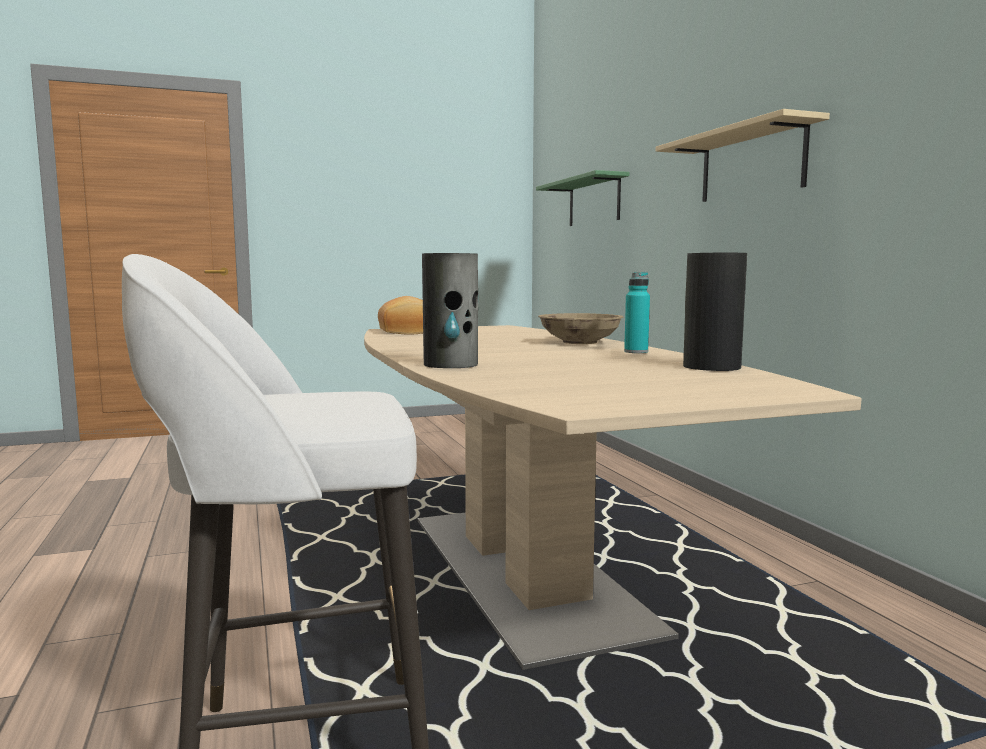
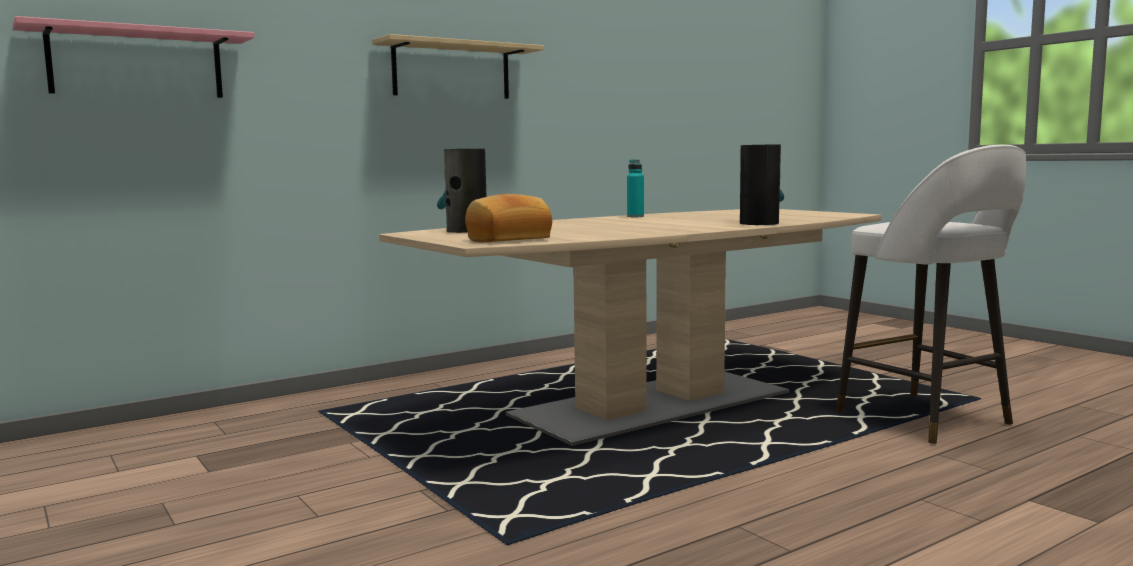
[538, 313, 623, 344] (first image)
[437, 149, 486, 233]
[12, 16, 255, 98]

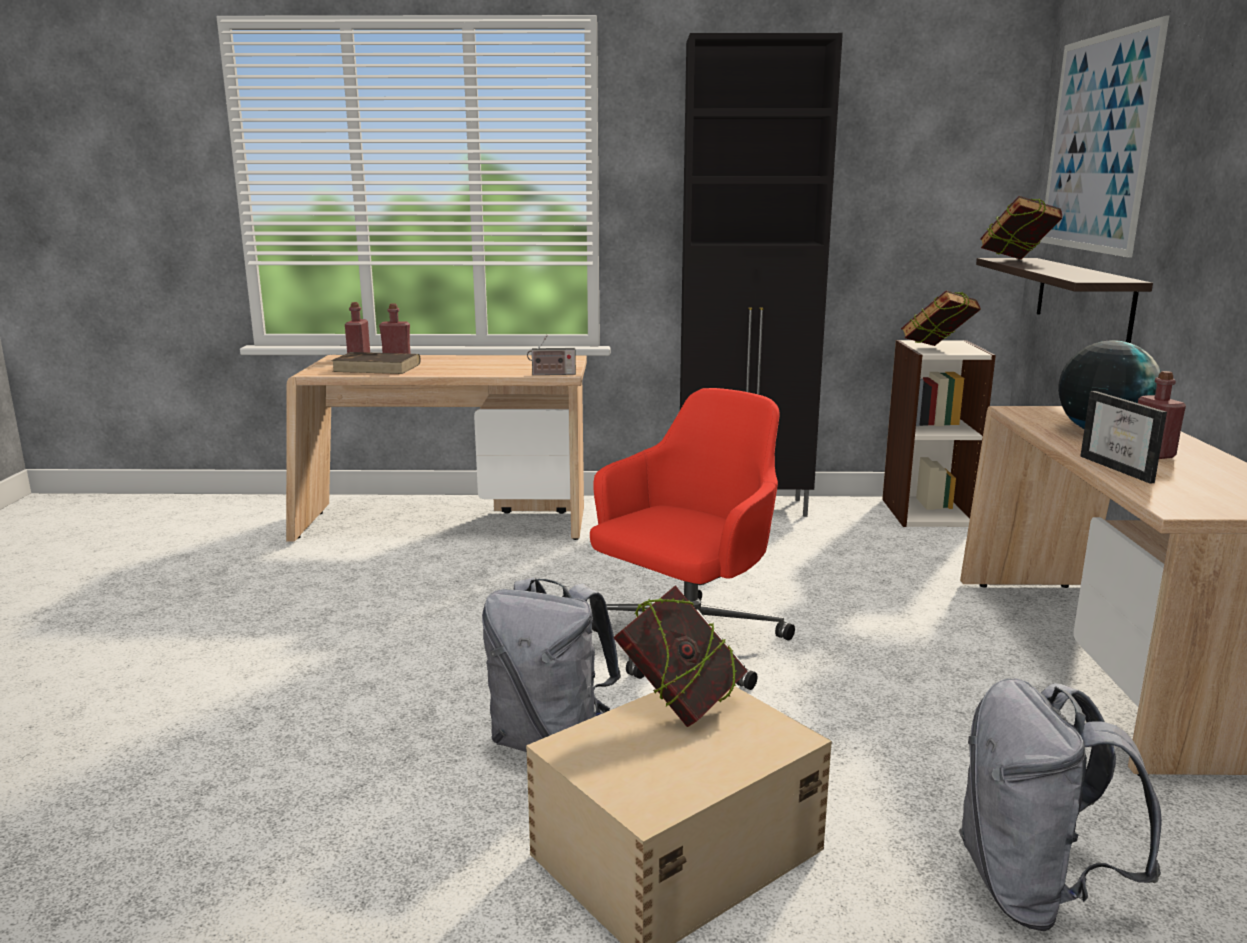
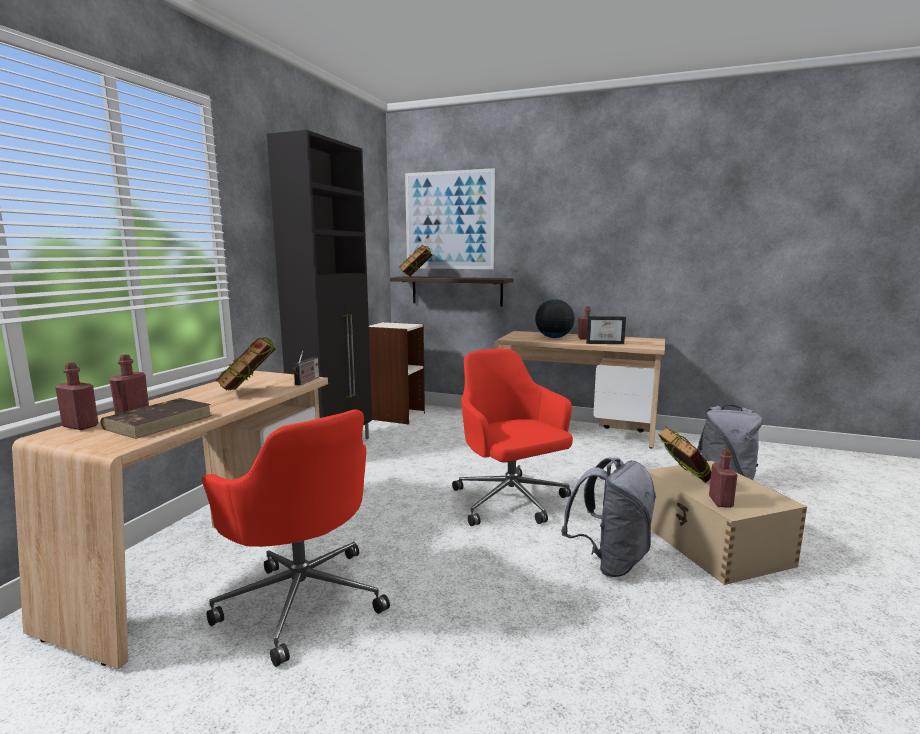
[201, 409, 390, 667]
[709, 449, 738, 508]
[216, 337, 276, 391]

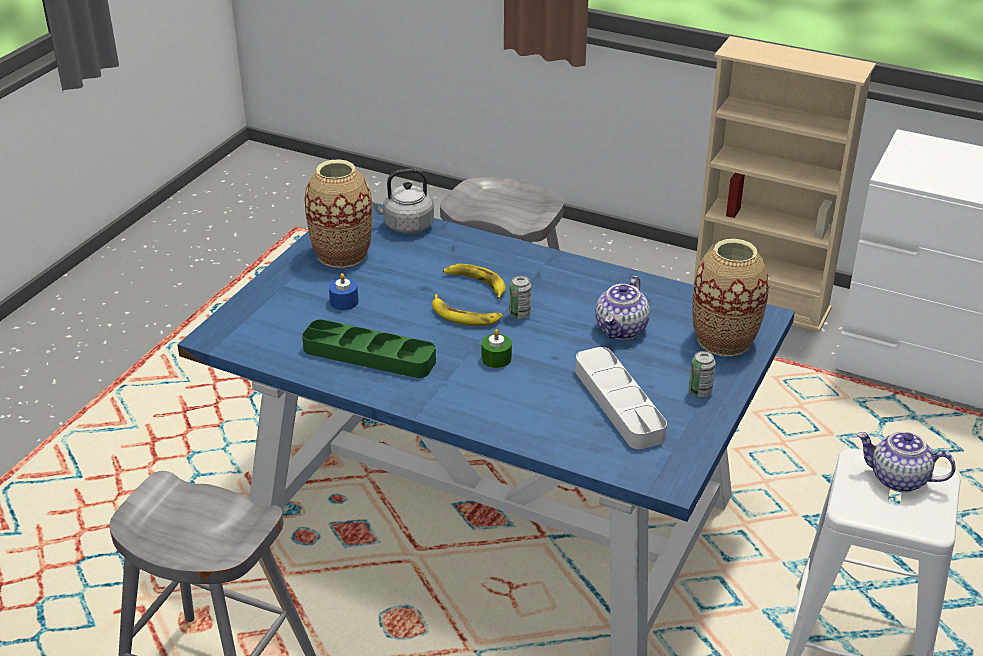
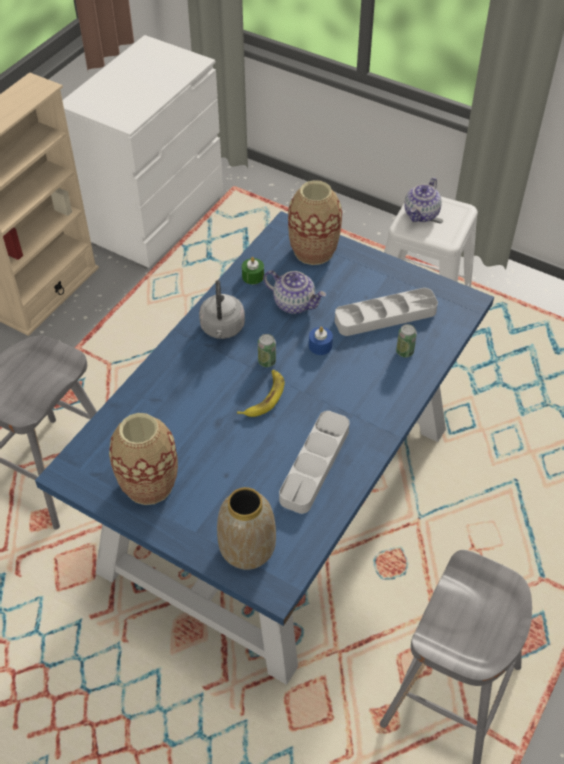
[443, 264, 506, 299] (first image)
[217, 487, 276, 570]
[309, 327, 333, 355]
[199, 280, 245, 339]
[242, 257, 264, 284]
[396, 324, 417, 358]
[279, 411, 350, 514]

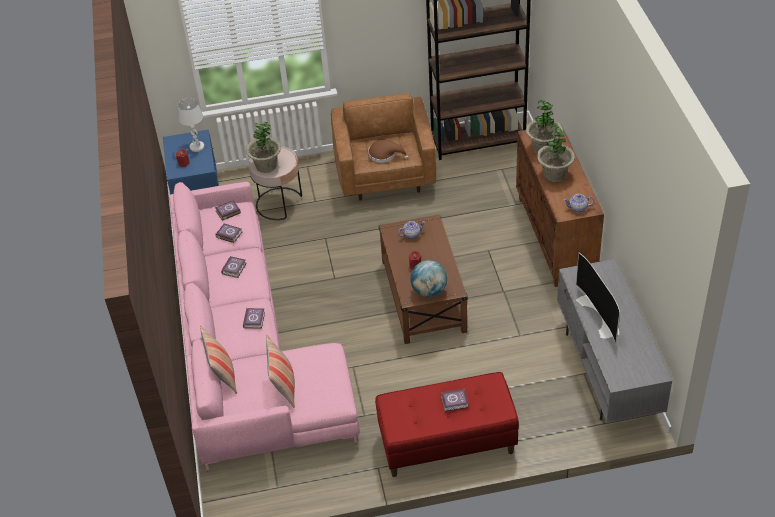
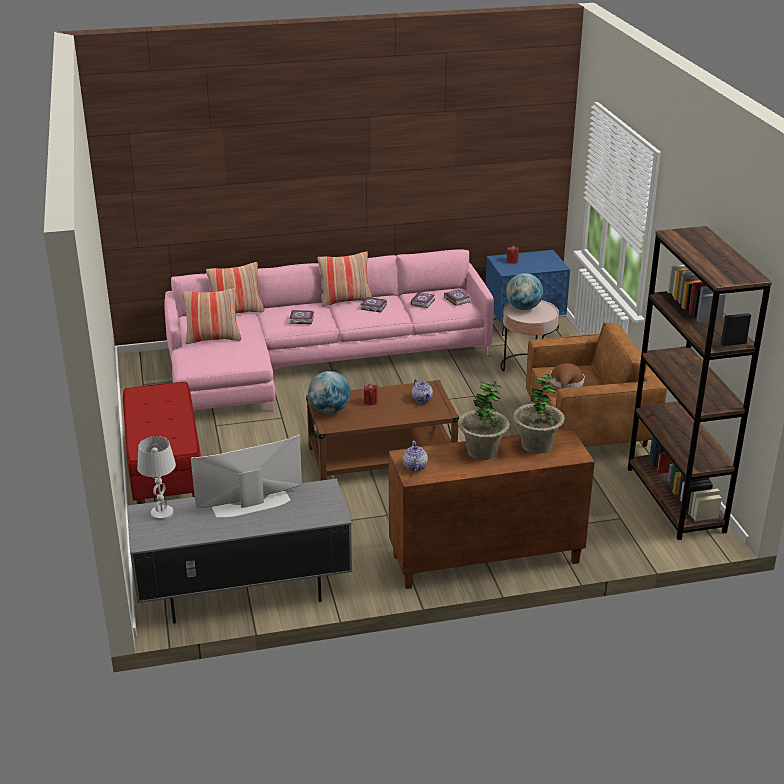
[441, 389, 469, 412] (first image)
[318, 251, 372, 307]
[137, 436, 176, 521]
[506, 273, 543, 310]

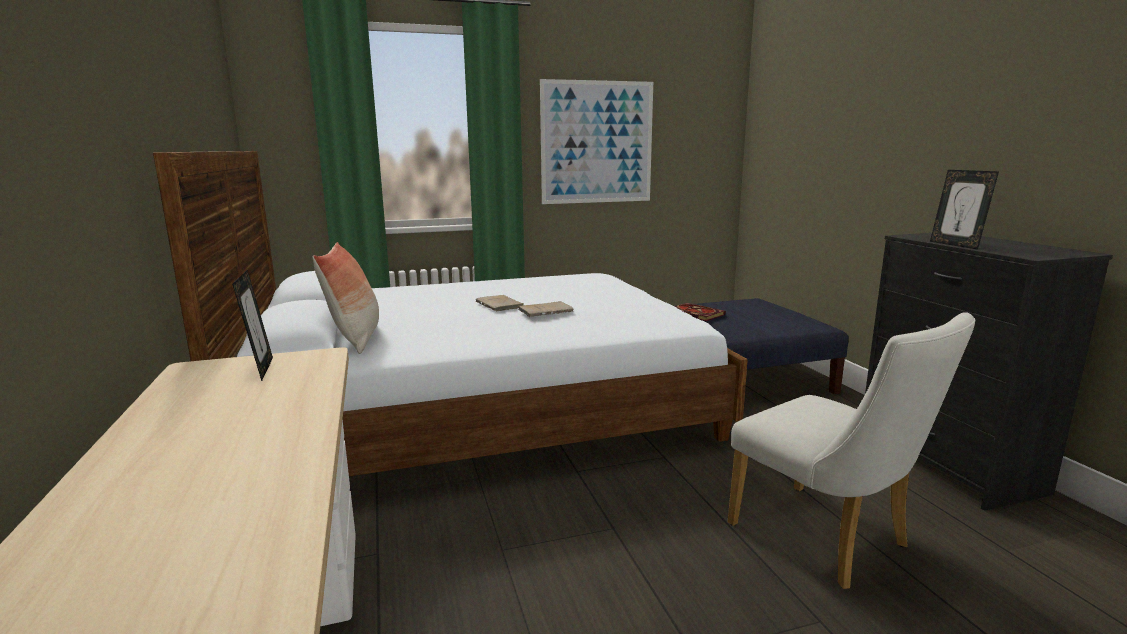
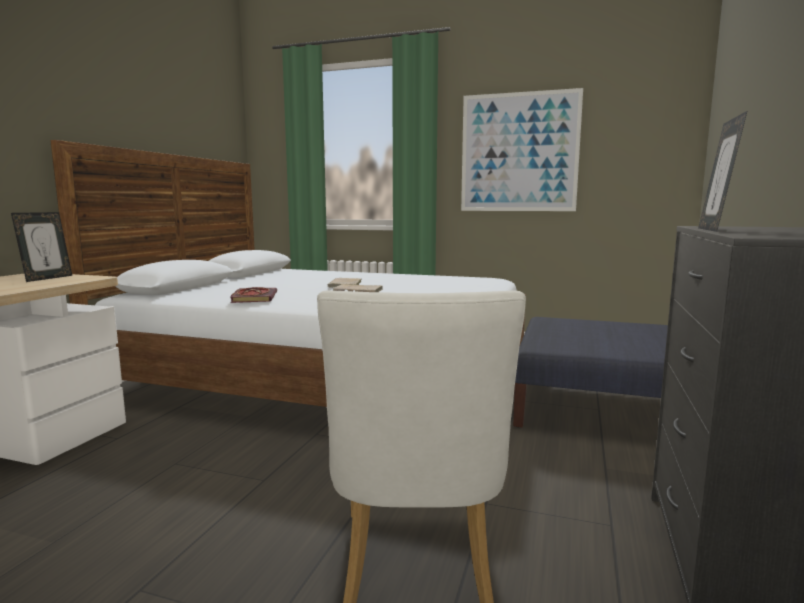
[312, 242, 379, 354] (first image)
[230, 287, 277, 303]

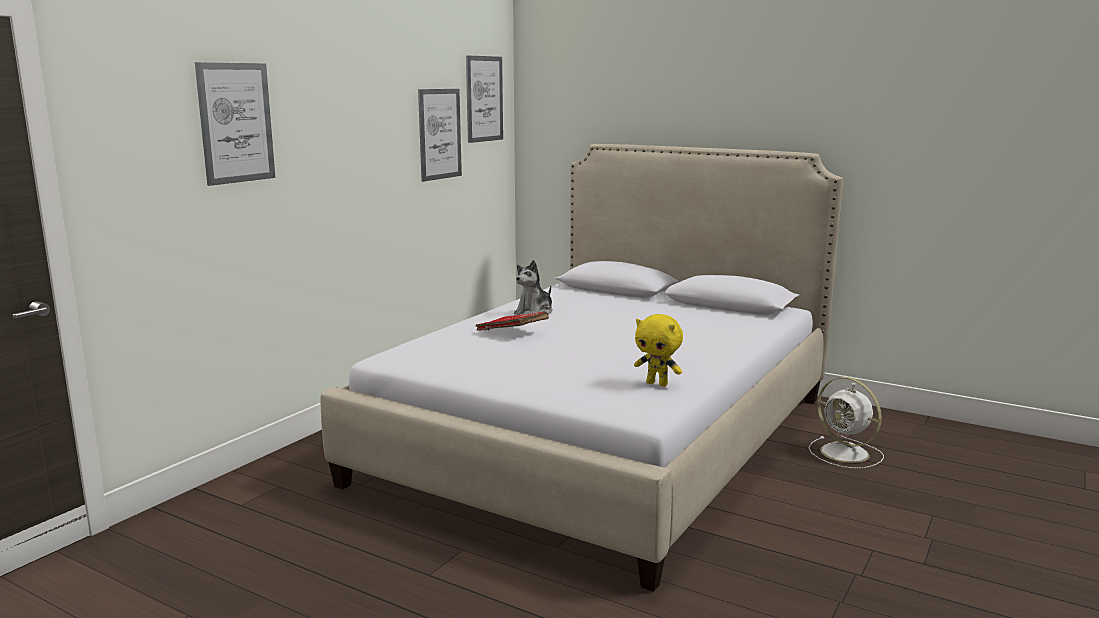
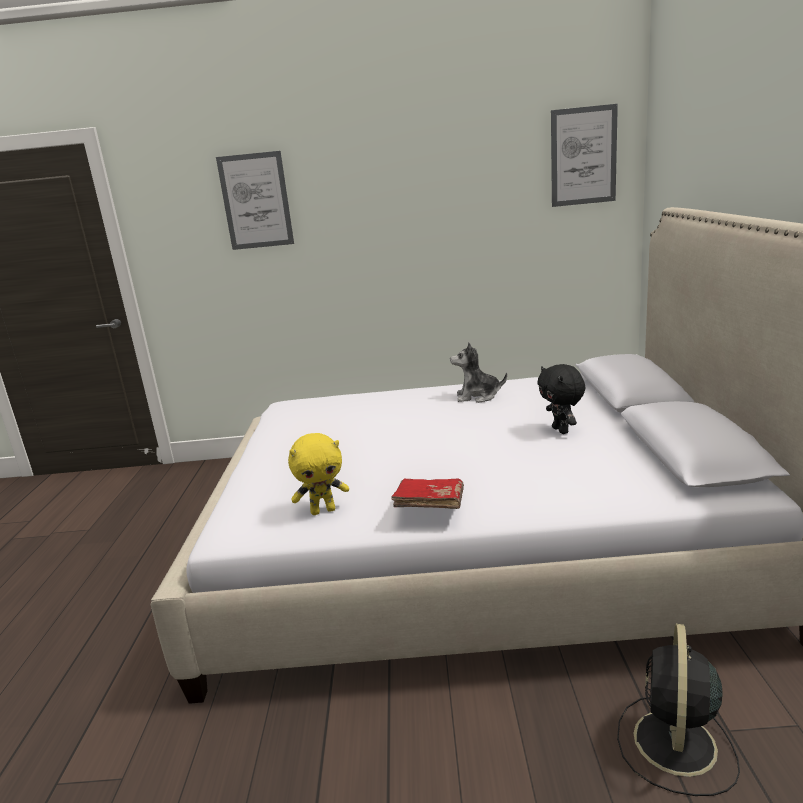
[418, 89, 462, 182] (first image)
[538, 364, 585, 434]
[392, 479, 464, 509]
[617, 624, 740, 796]
[288, 433, 349, 515]

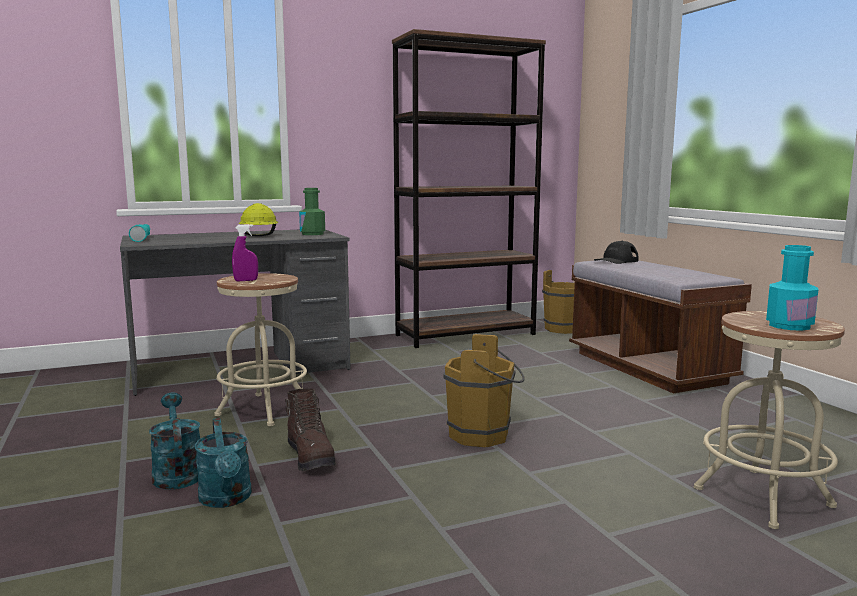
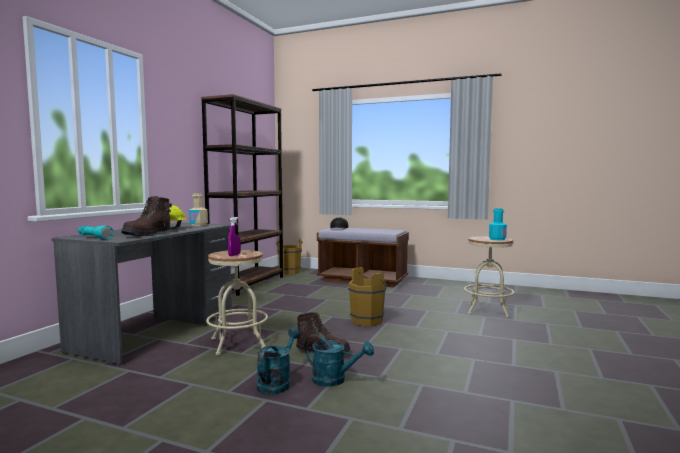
[121, 196, 172, 236]
[189, 193, 208, 226]
[256, 328, 301, 394]

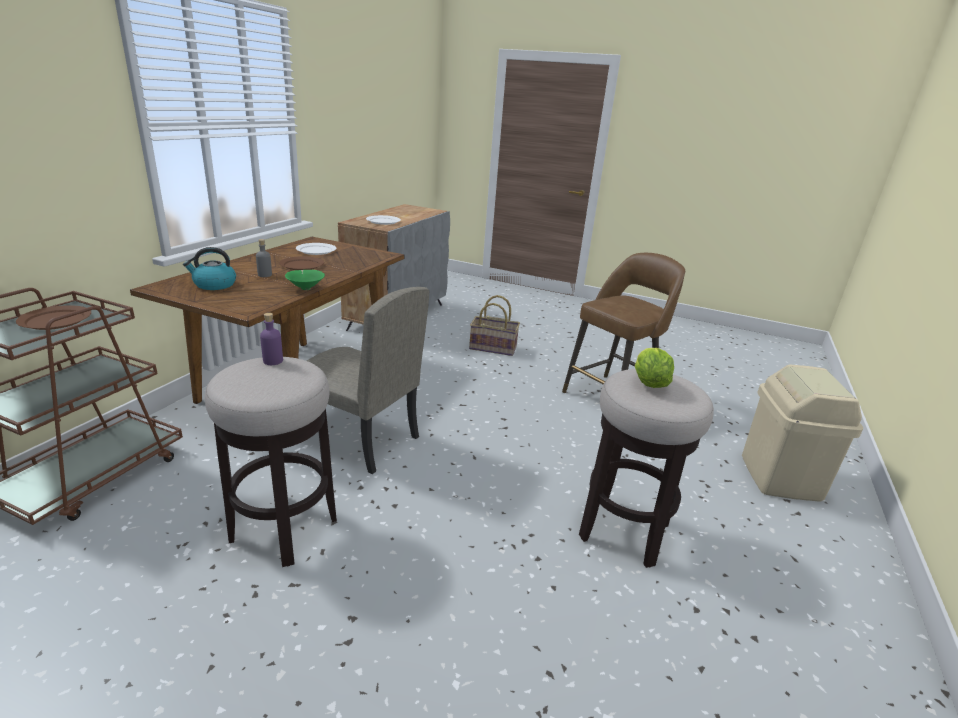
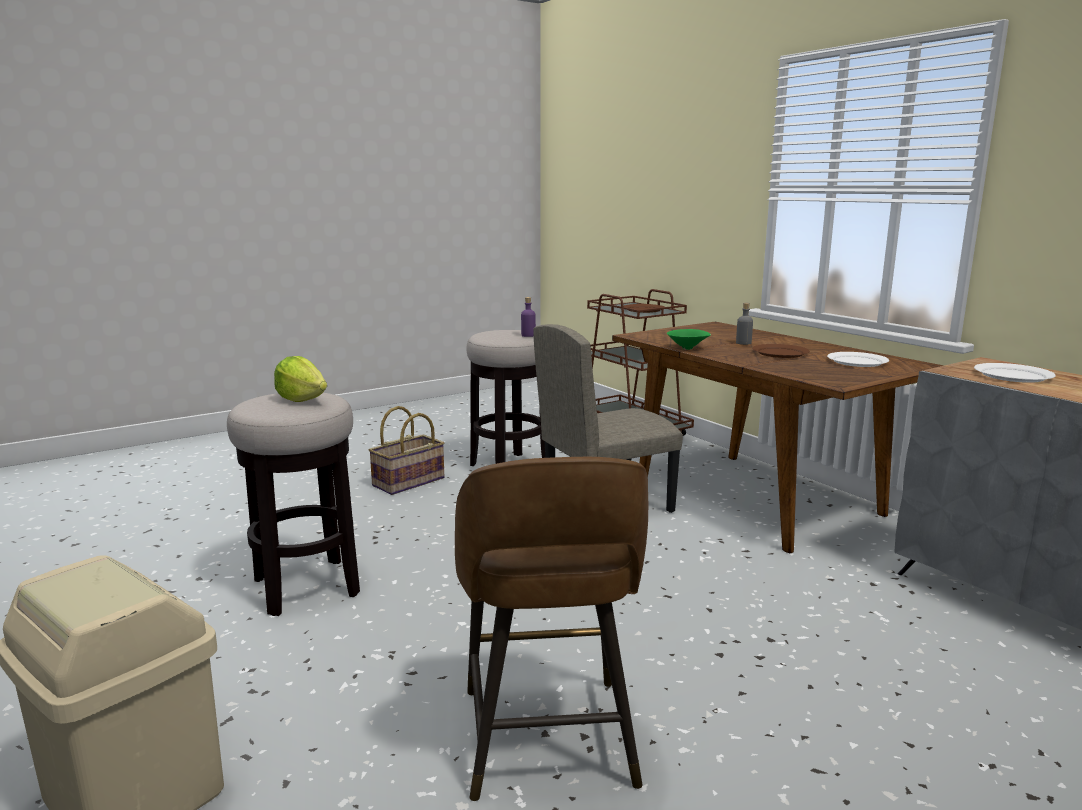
[183, 247, 236, 290] (first image)
[369, 406, 444, 495]

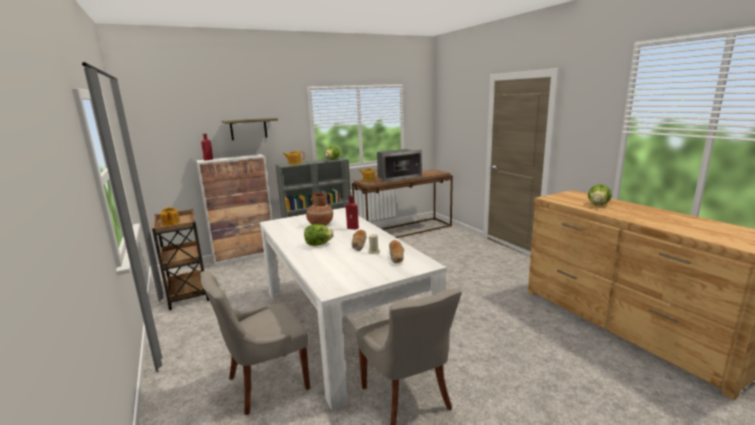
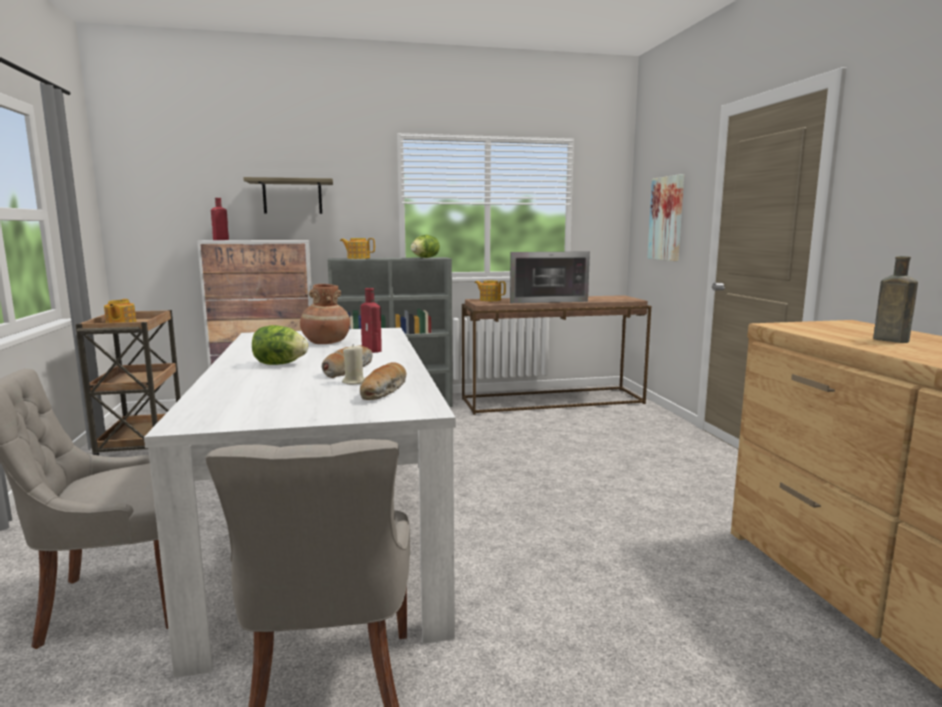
[647, 174, 684, 261]
[873, 256, 918, 343]

